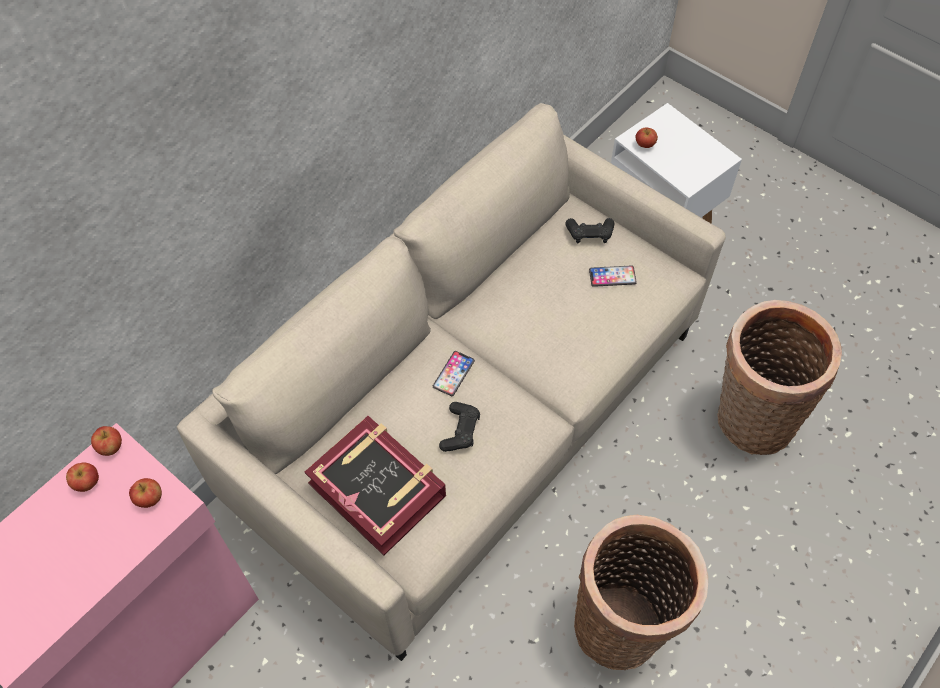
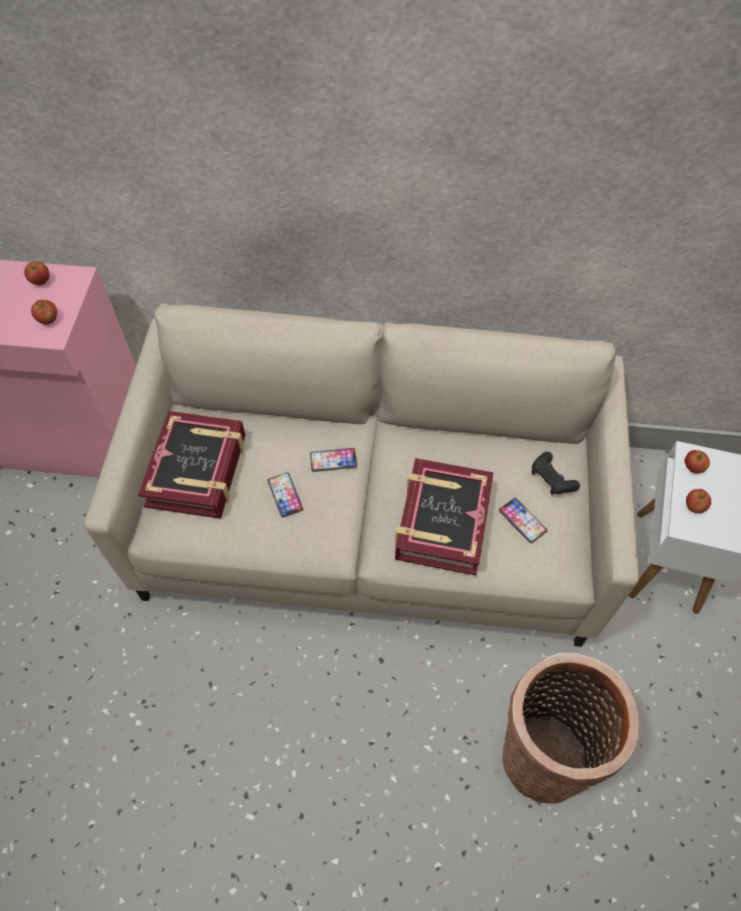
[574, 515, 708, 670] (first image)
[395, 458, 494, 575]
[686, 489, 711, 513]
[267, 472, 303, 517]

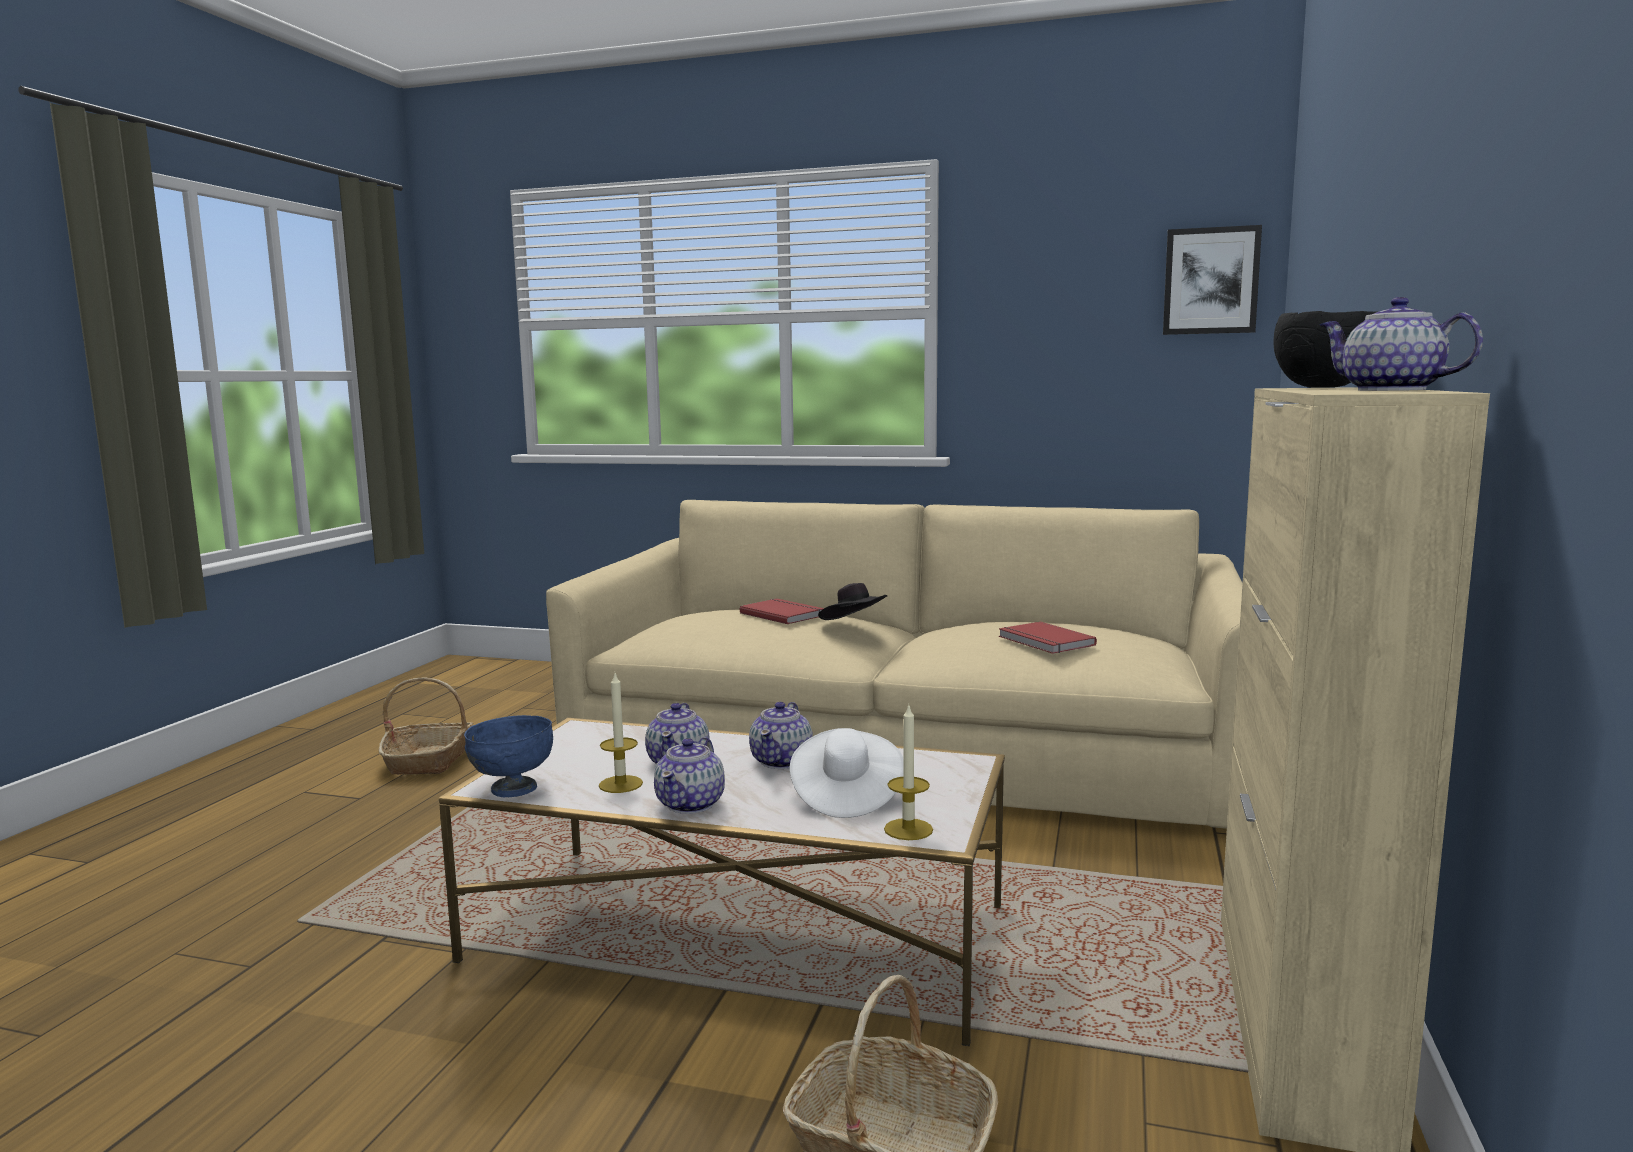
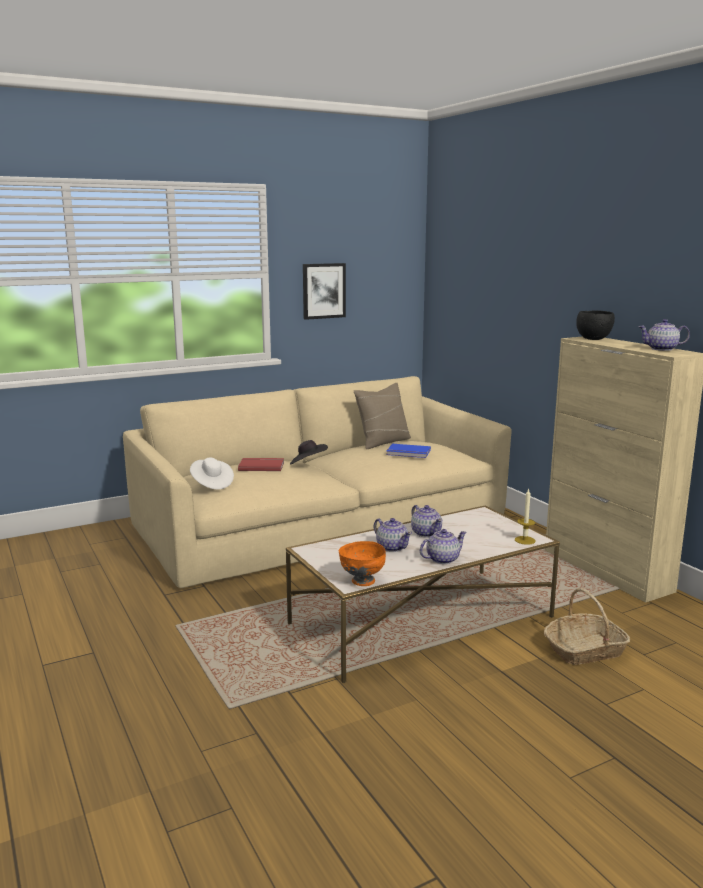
[379, 677, 473, 775] (first image)
[599, 674, 643, 793] (first image)
[354, 383, 411, 449]
[190, 457, 234, 490]
[303, 263, 346, 320]
[339, 541, 386, 586]
[386, 444, 431, 458]
[420, 529, 467, 564]

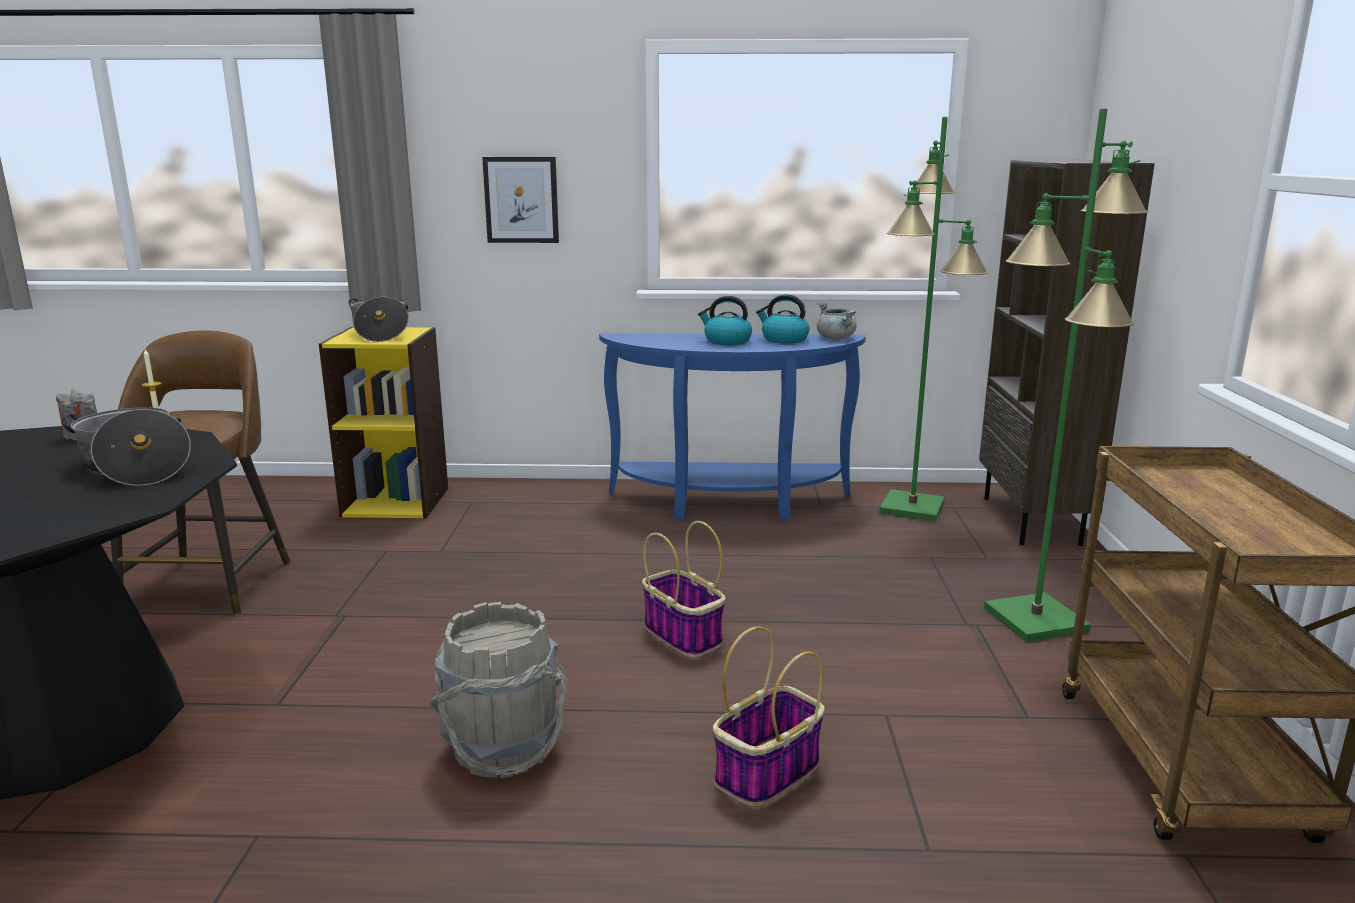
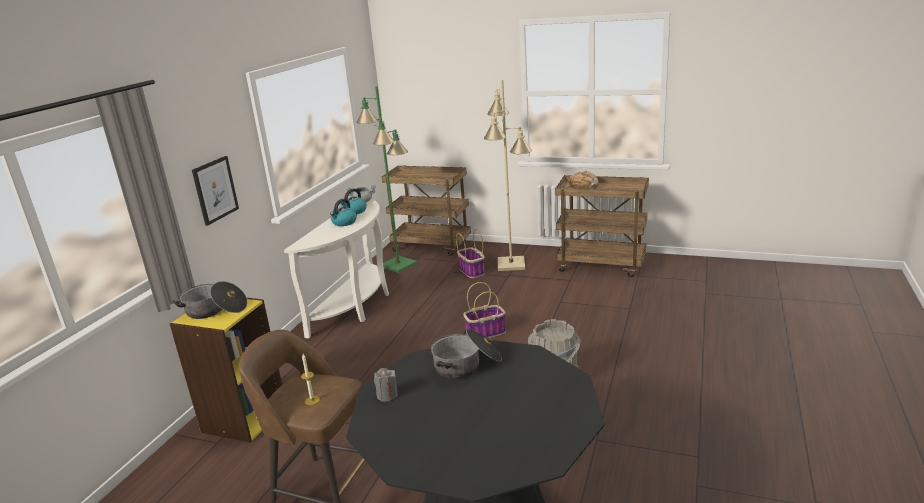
[565, 171, 598, 189]
[456, 229, 485, 278]
[382, 165, 471, 256]
[284, 199, 389, 339]
[484, 80, 532, 271]

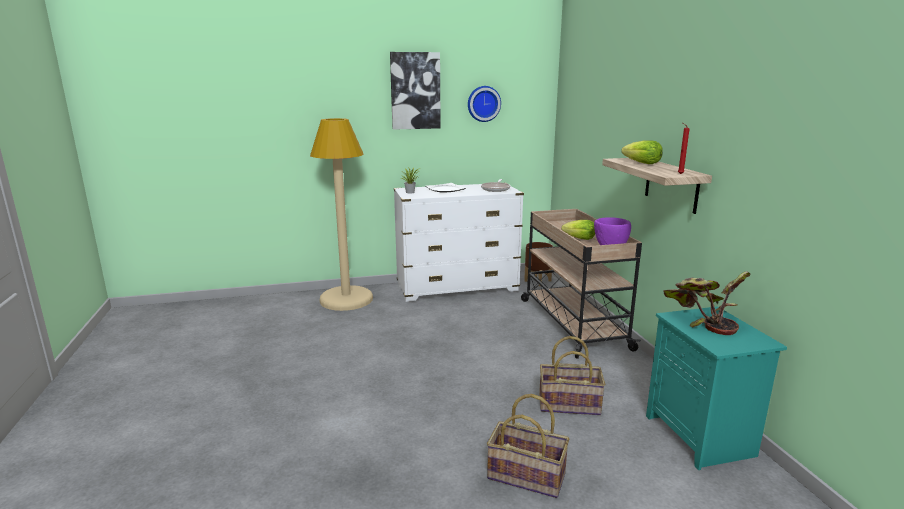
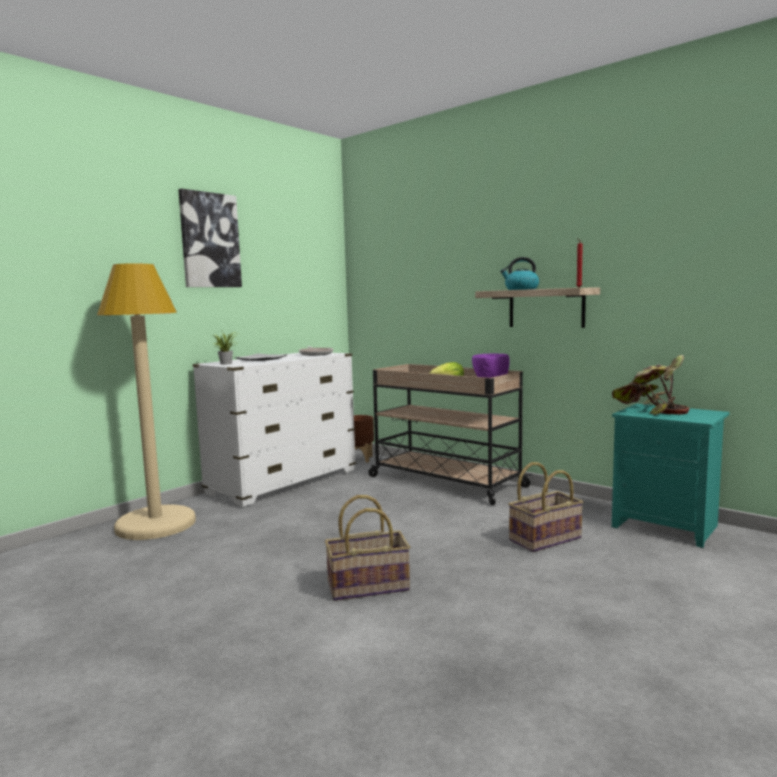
[468, 86, 501, 122] (first image)
[325, 495, 410, 601]
[500, 257, 539, 290]

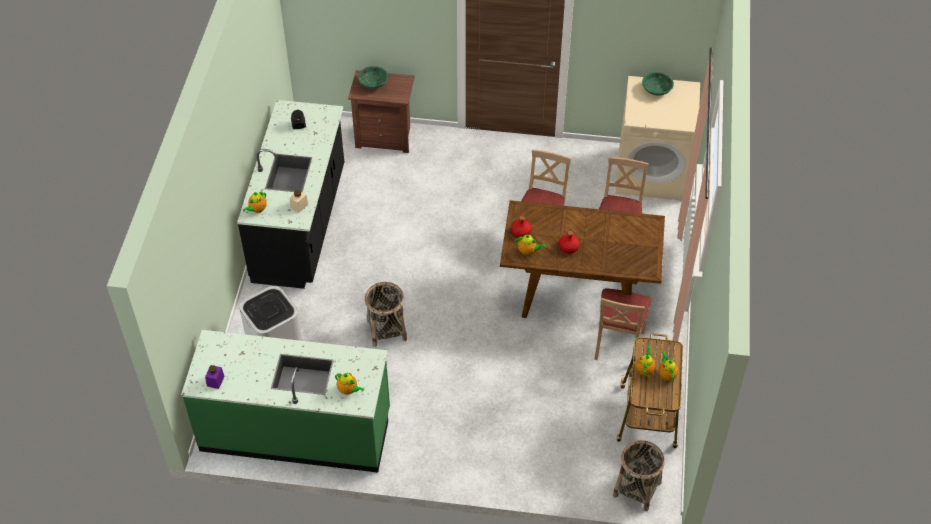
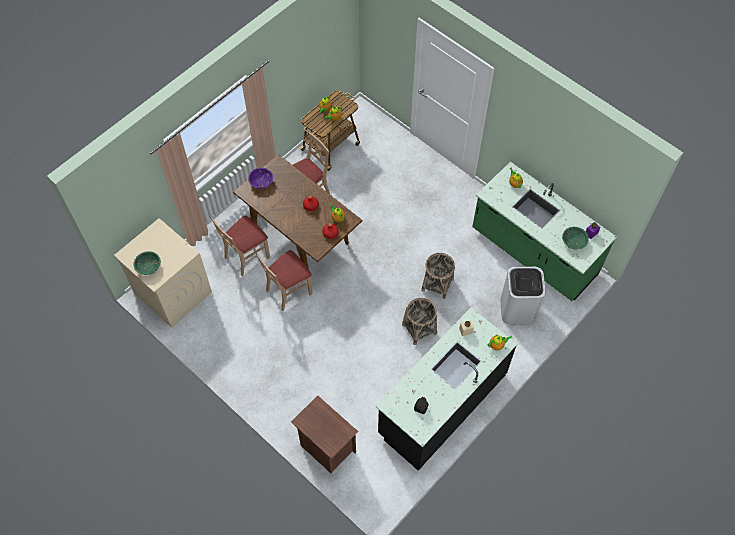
[248, 168, 273, 189]
[562, 227, 589, 250]
[402, 298, 437, 345]

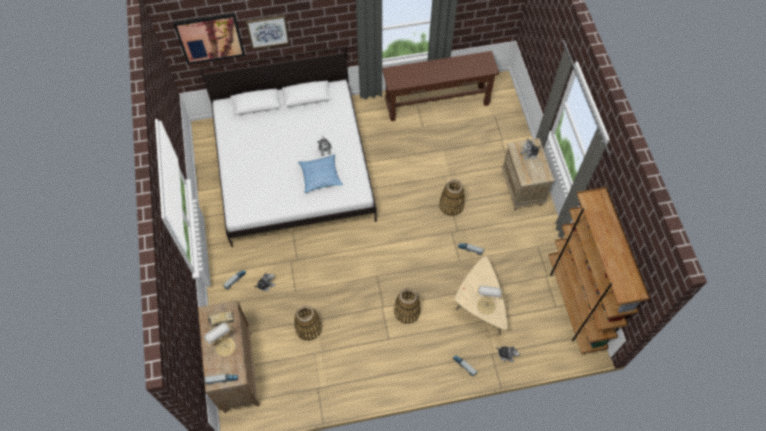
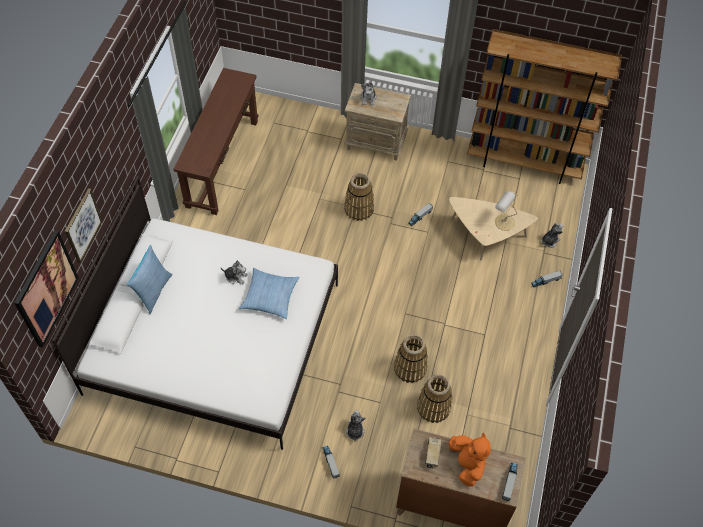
[127, 245, 173, 314]
[394, 335, 428, 383]
[449, 433, 491, 487]

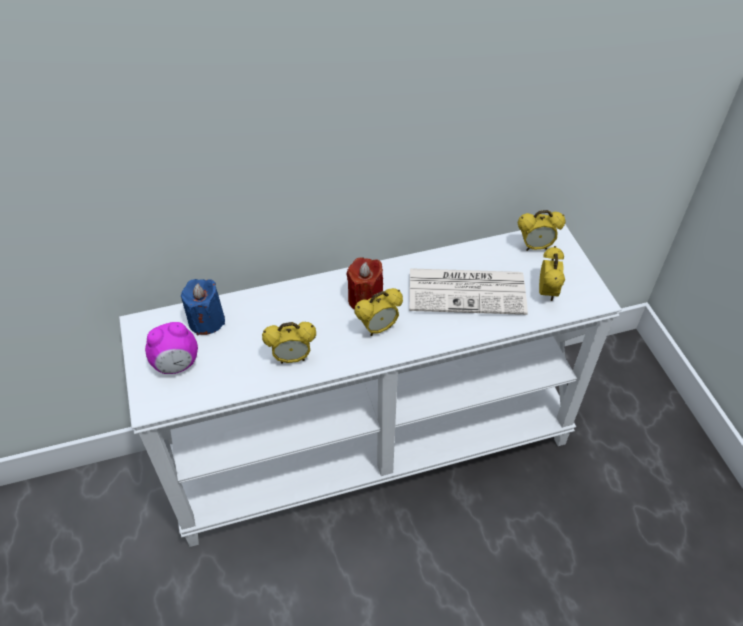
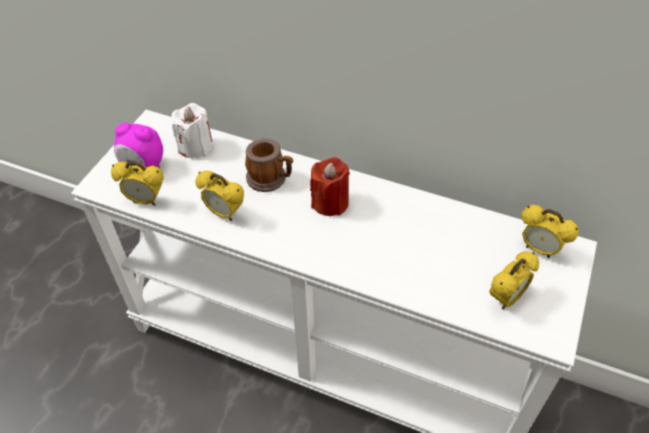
[409, 268, 528, 315] (first image)
[245, 138, 293, 192]
[111, 161, 164, 206]
[172, 103, 213, 159]

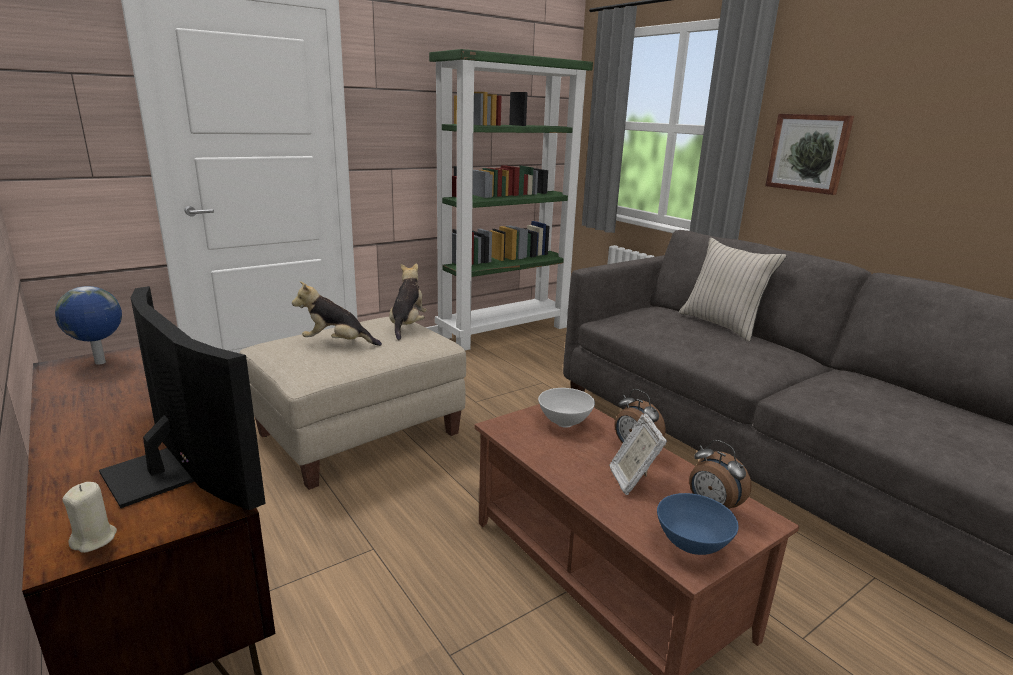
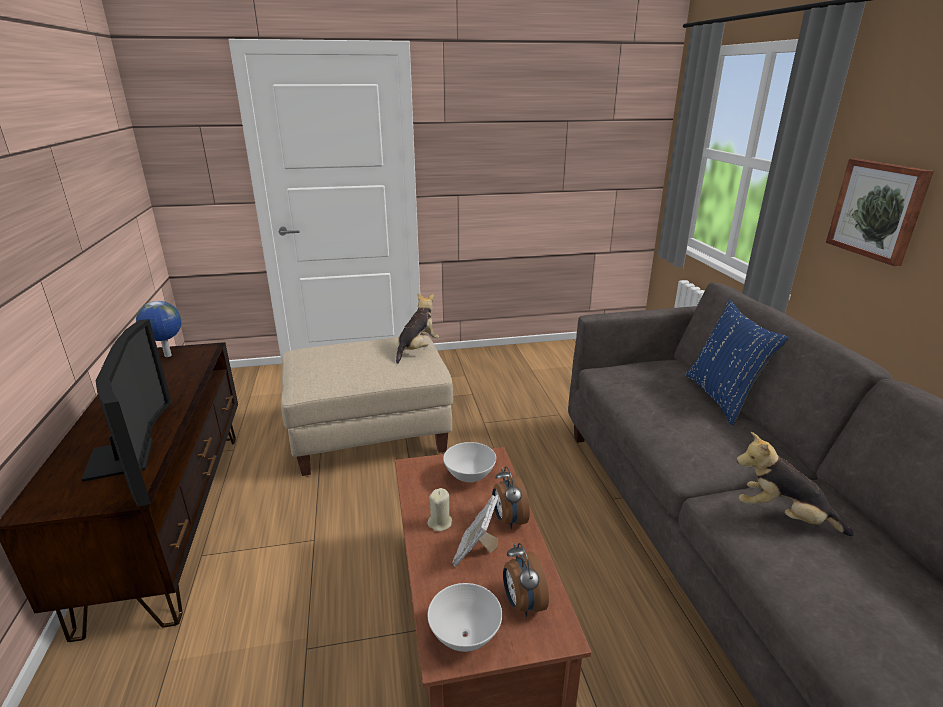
[429, 49, 593, 351] (first image)
[427, 488, 452, 532]
[736, 432, 854, 536]
[428, 583, 502, 652]
[686, 300, 789, 425]

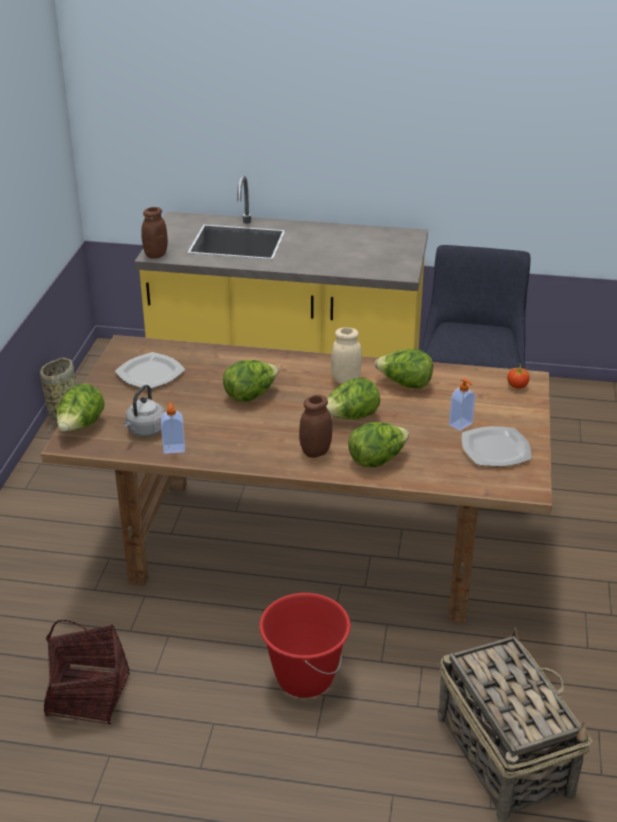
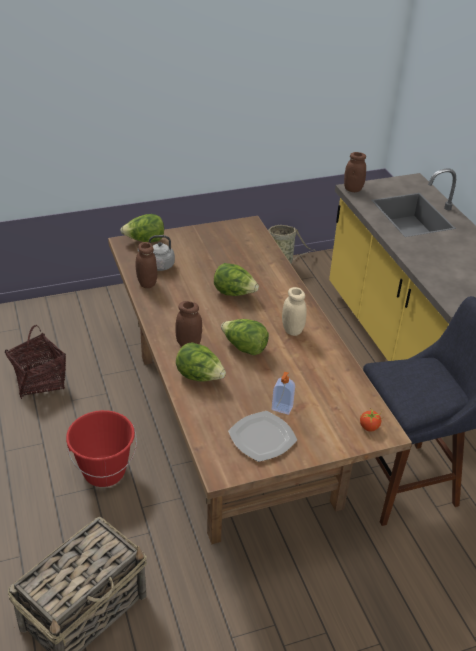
[115, 352, 185, 389] (first image)
[375, 349, 433, 388] (first image)
[136, 242, 157, 288]

